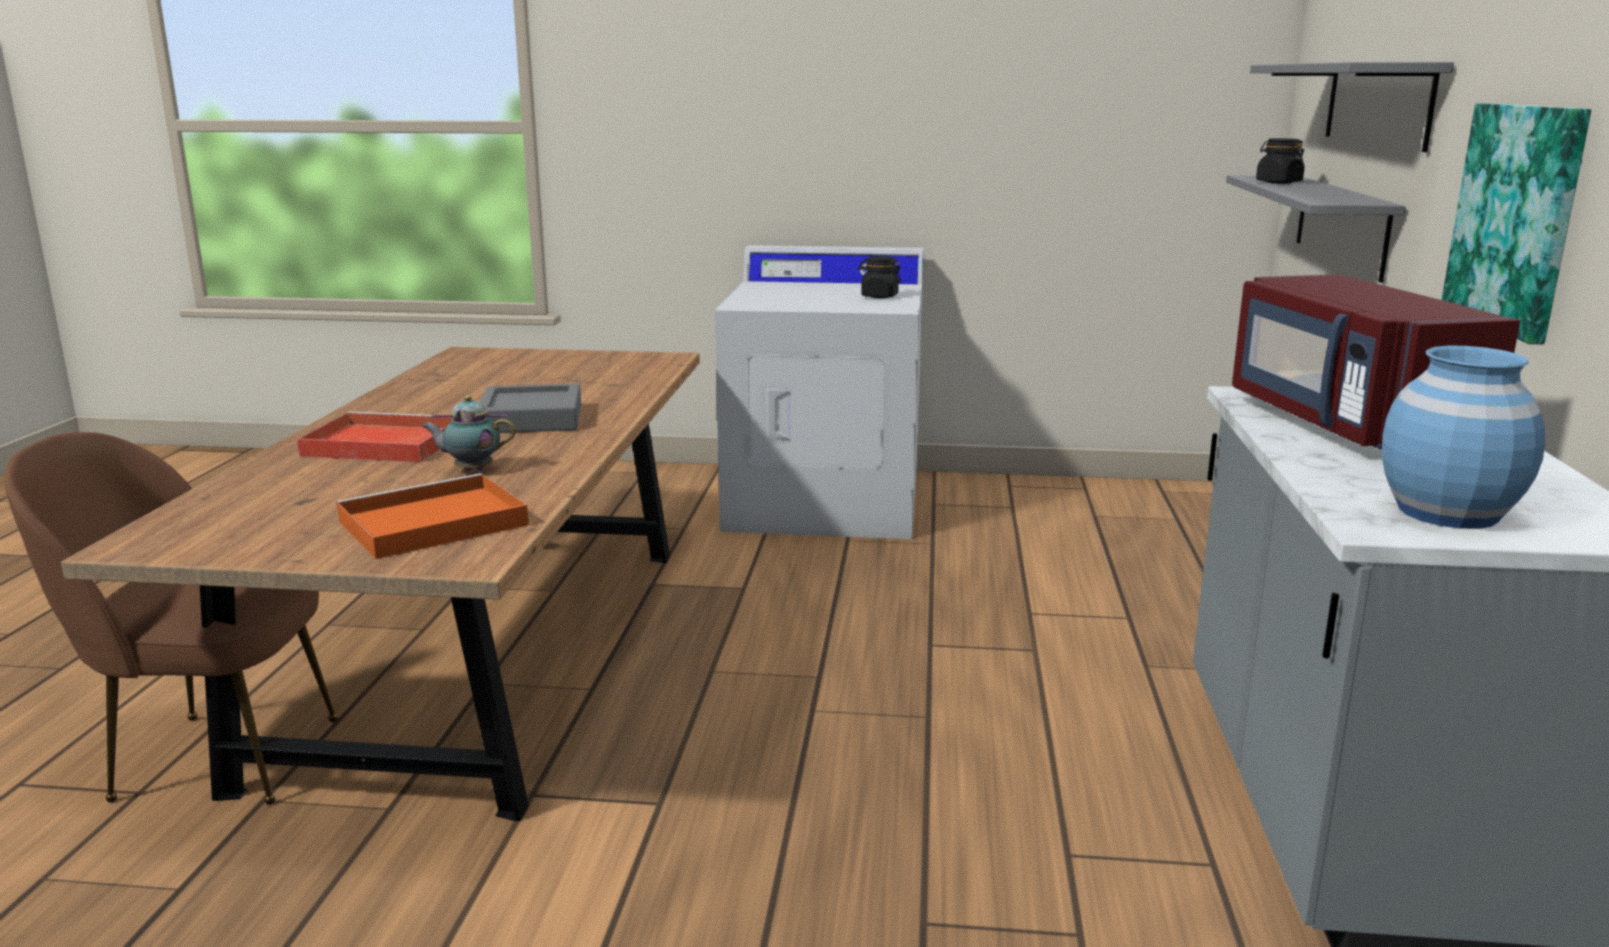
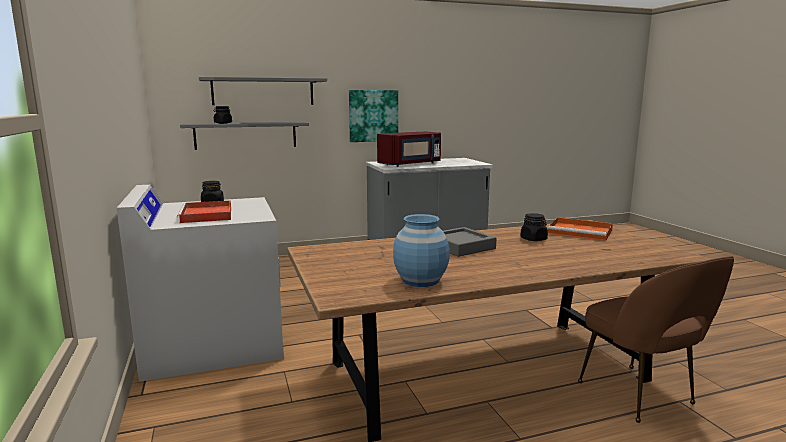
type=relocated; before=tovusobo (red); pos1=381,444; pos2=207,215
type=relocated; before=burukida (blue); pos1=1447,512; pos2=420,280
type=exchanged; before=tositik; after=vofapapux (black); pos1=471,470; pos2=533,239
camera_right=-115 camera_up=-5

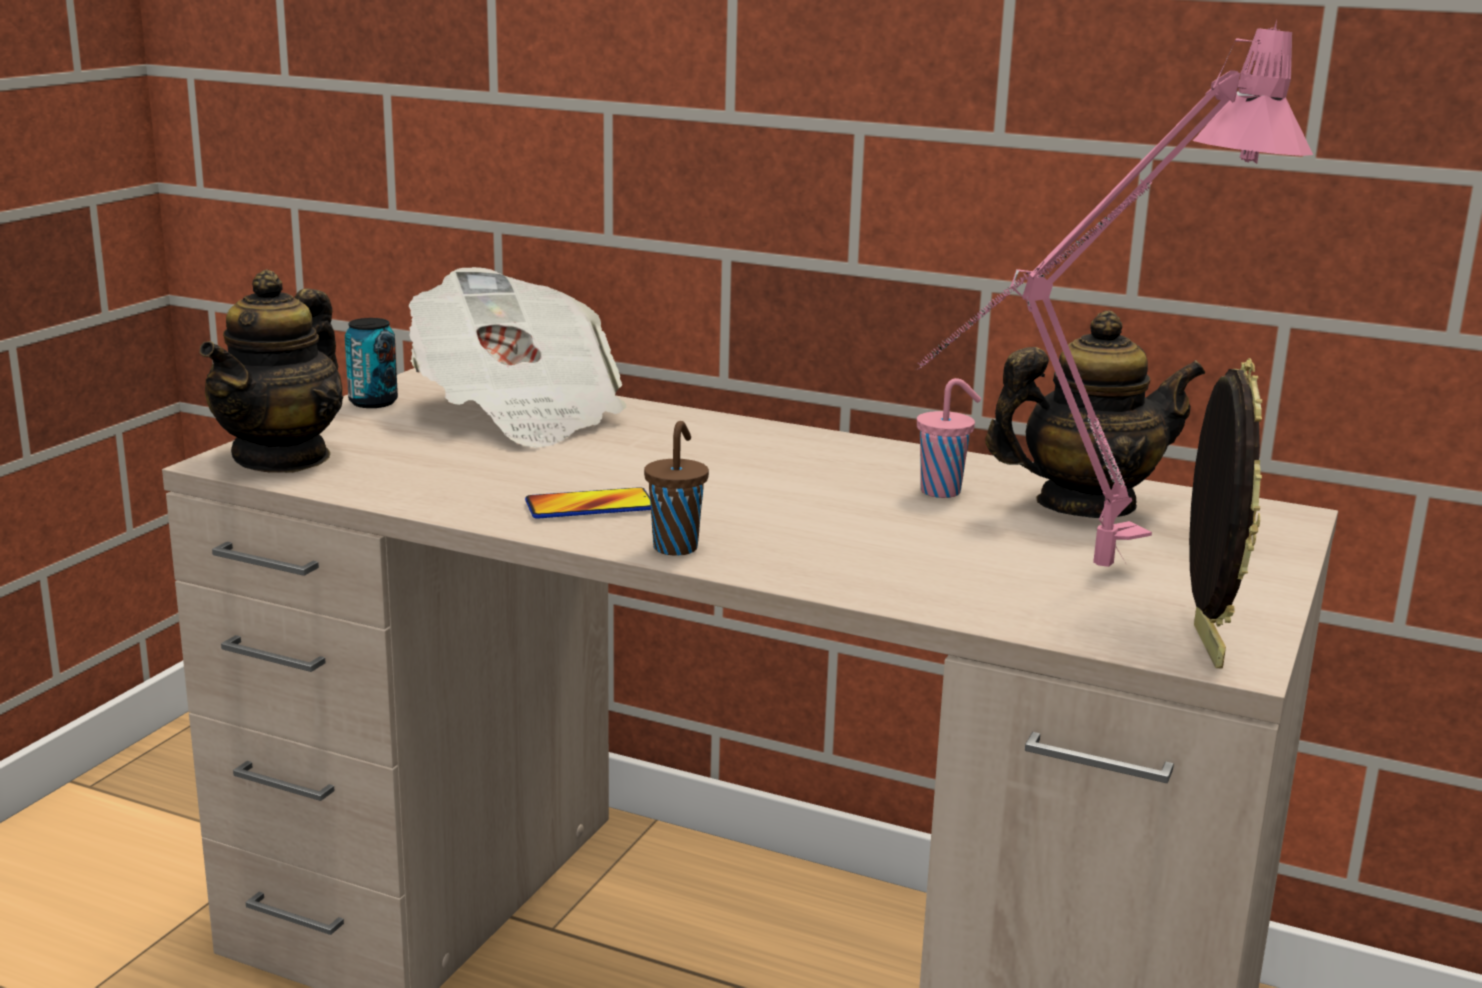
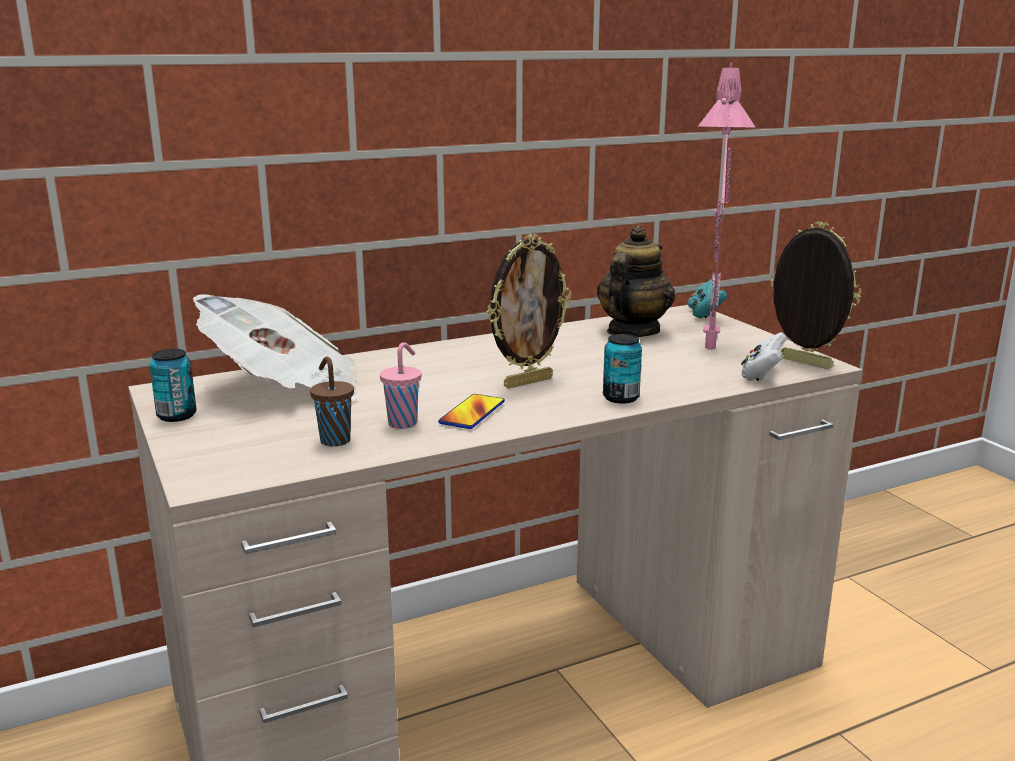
type=relocated; before=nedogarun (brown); pos1=676,547; pos2=334,440
type=relocated; before=nedogarun (pink); pos1=943,492; pos2=403,423
type=appeared; after=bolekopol; pos2=527,382
type=appeared; after=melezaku; pos2=621,398
type=appeared; after=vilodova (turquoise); pos2=705,314
type=appeared; after=vilodova (white); pos2=761,375
type=missing; before=tositik; pos1=282,457
camera_right=-50 camera_up=0

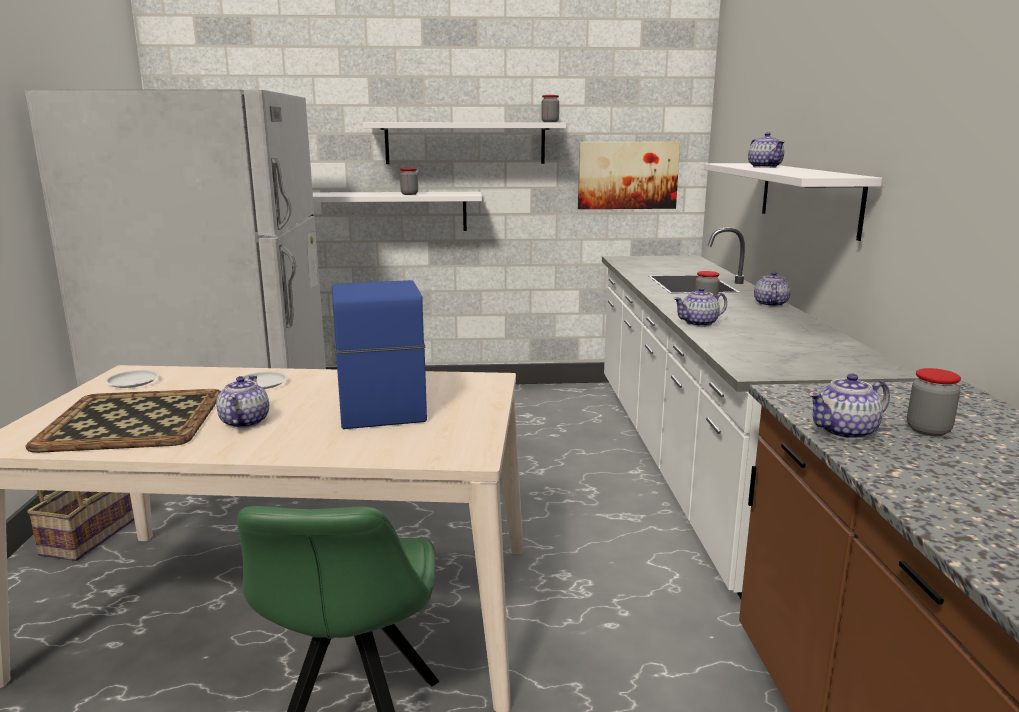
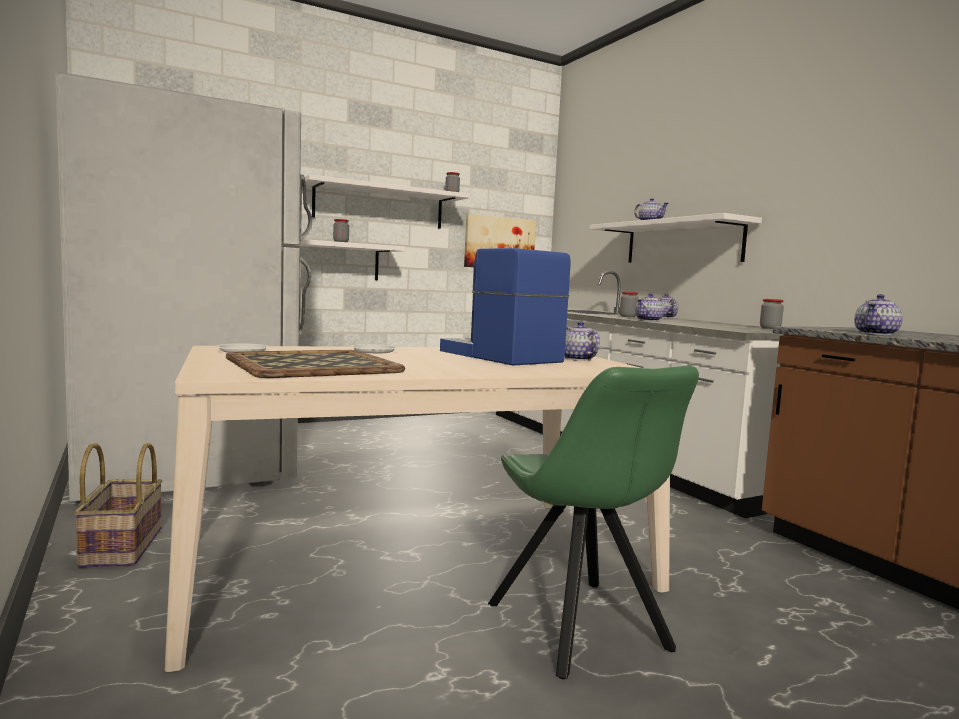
type=relocated; before=tositik; pos1=244,422; pos2=577,359
type=relocated; before=vofapapux; pos1=928,430; pos2=770,328
camera_right=-25 camera_up=-10

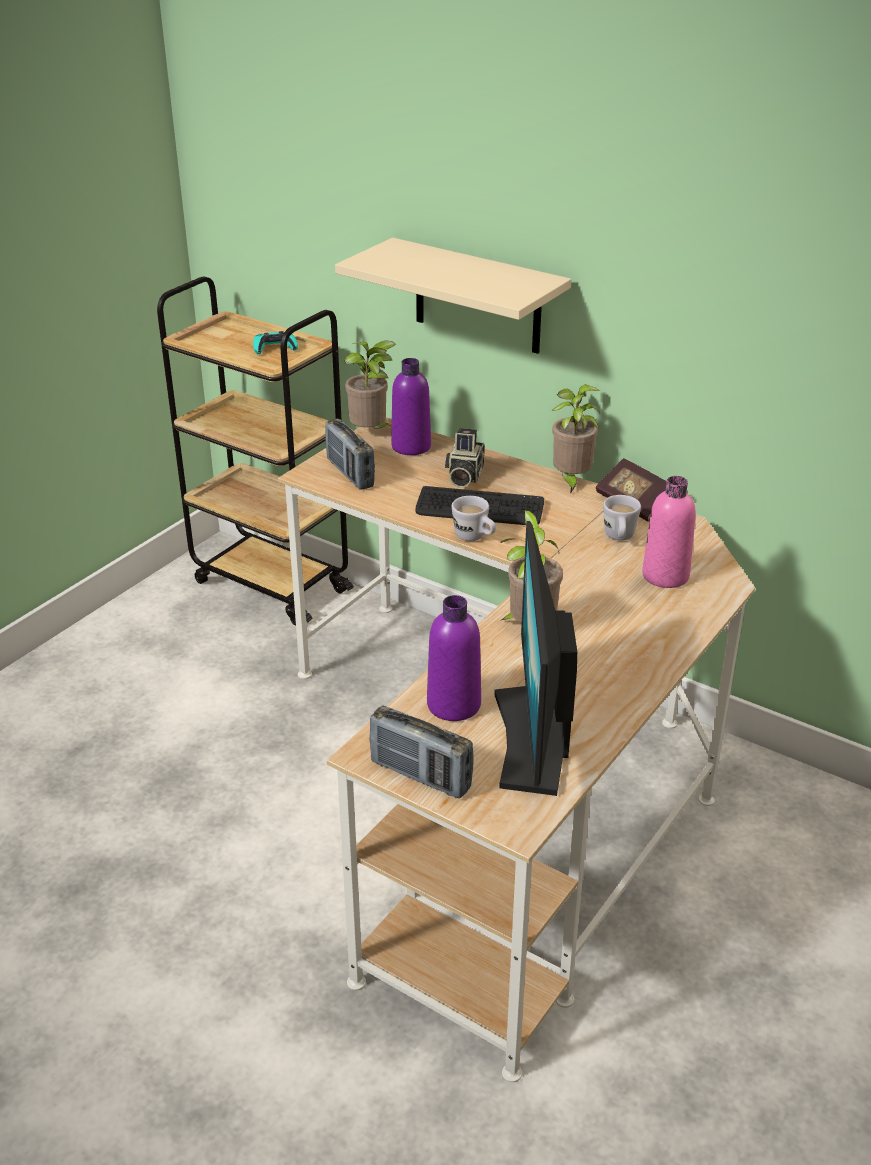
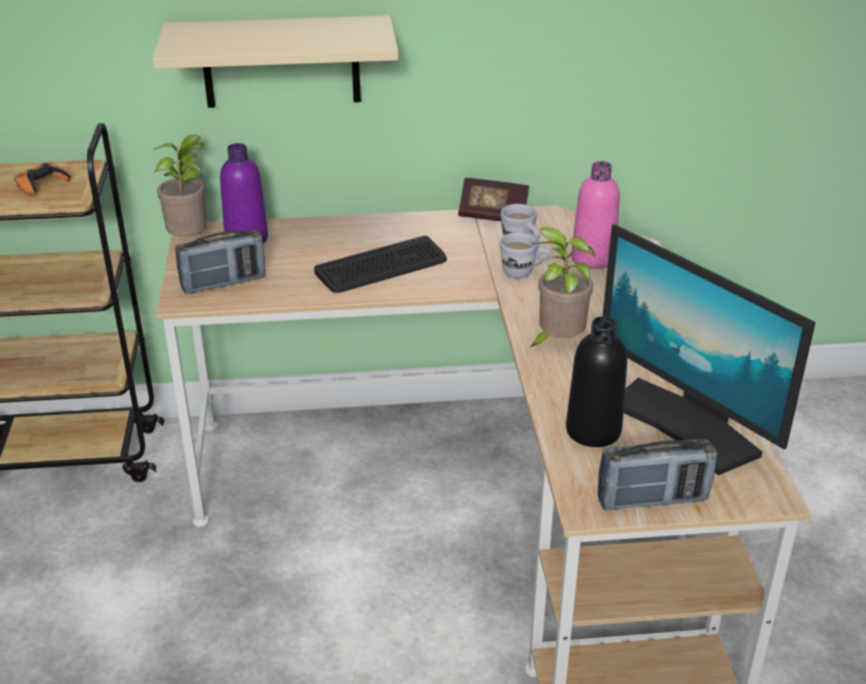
type=colour; before=vilodova (turquoise); after=vilodova (orange); pos1=275,348; pos2=42,184
type=spun; before=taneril; pos1=350,473; pos2=223,283; turn=-45
type=relocated; before=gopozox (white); pos1=475,538; pos2=524,273
type=colour; before=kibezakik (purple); after=kibezakik (black); pos1=453,705; pos2=593,431
type=missing; before=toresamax; pos1=463,477
type=missing; before=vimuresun; pos1=570,481
camera_right=-40 camera_up=0

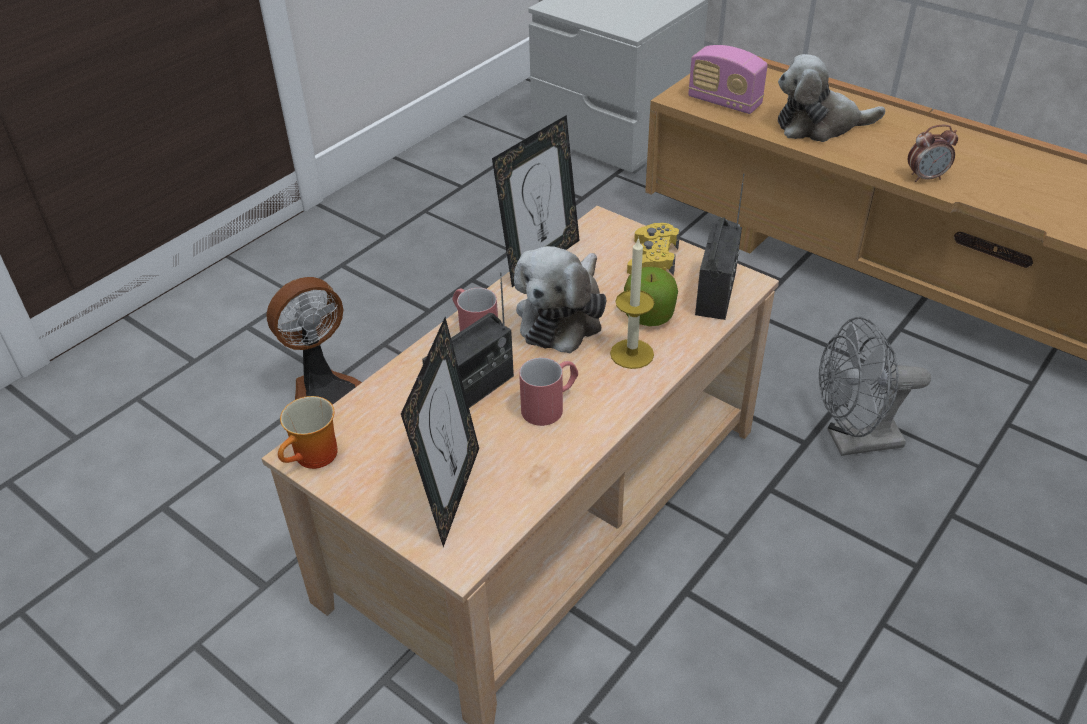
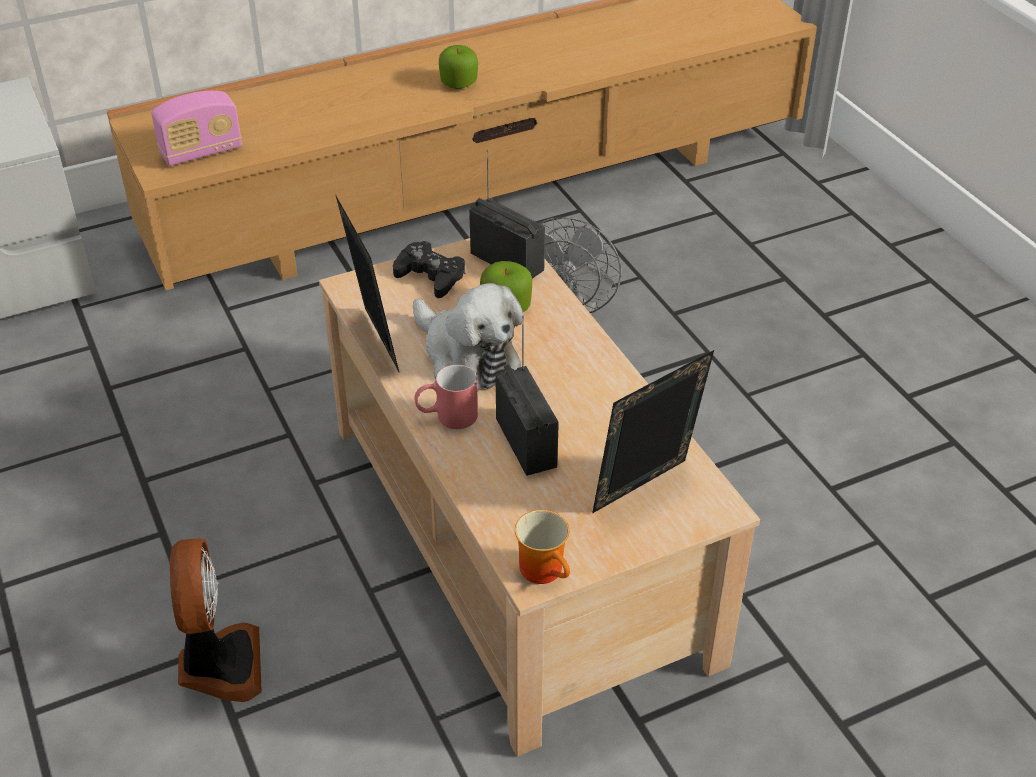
type=colour; before=vilodova (yellow); after=vilodova (black); pos1=653,258; pos2=430,276
type=appeared; after=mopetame; pos2=459,83
type=spun; before=bolekopol; pos1=451,493; pos2=646,492; turn=-75
type=missing; before=gopozox (red); pos1=550,406
type=missing; before=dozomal; pos1=632,354
type=missing; before=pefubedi; pos1=819,125
type=missing; before=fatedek; pos1=925,177
camera_right=-65 camera_up=0

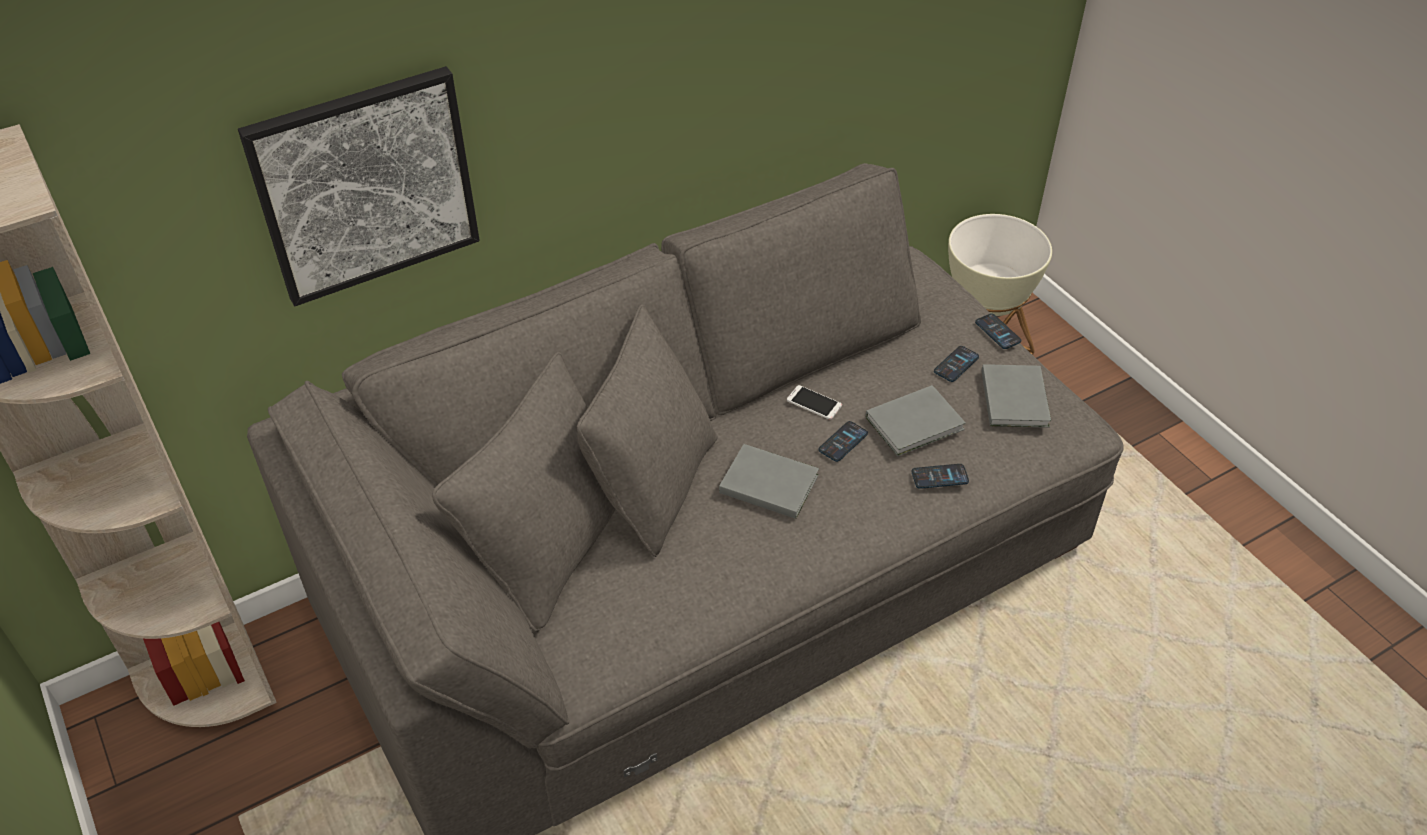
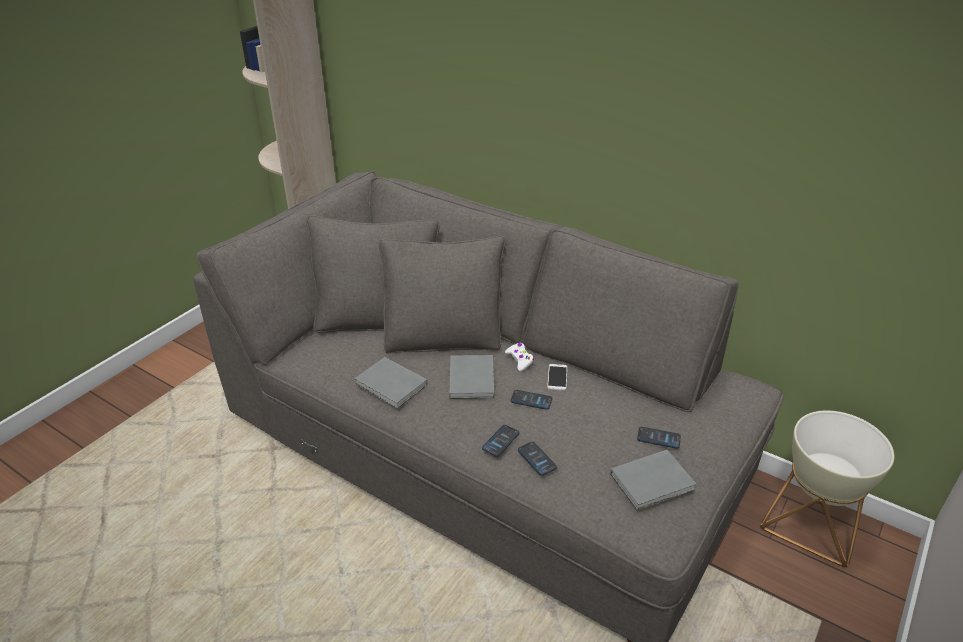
type=relocated; before=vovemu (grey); pos1=917,423; pos2=391,385
type=relocated; before=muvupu; pos1=997,332; pos2=500,441
type=appeared; after=vilodova (white); pos2=520,360
type=missing; before=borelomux; pos1=365,185
camera_right=65 camera_up=-10

